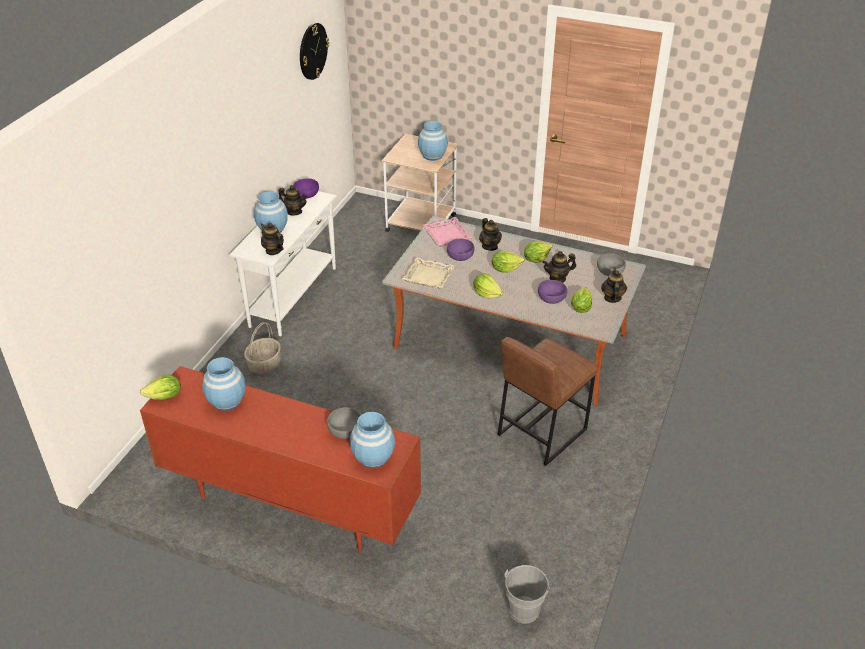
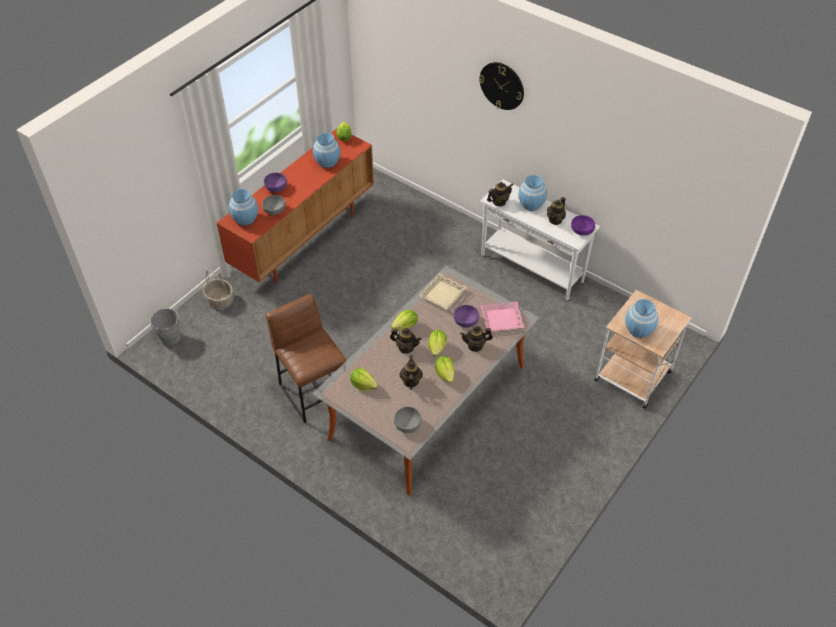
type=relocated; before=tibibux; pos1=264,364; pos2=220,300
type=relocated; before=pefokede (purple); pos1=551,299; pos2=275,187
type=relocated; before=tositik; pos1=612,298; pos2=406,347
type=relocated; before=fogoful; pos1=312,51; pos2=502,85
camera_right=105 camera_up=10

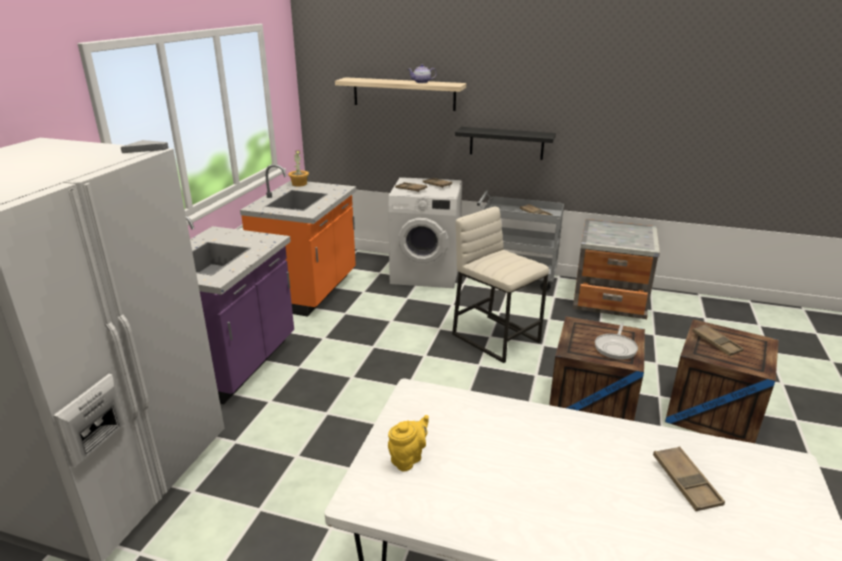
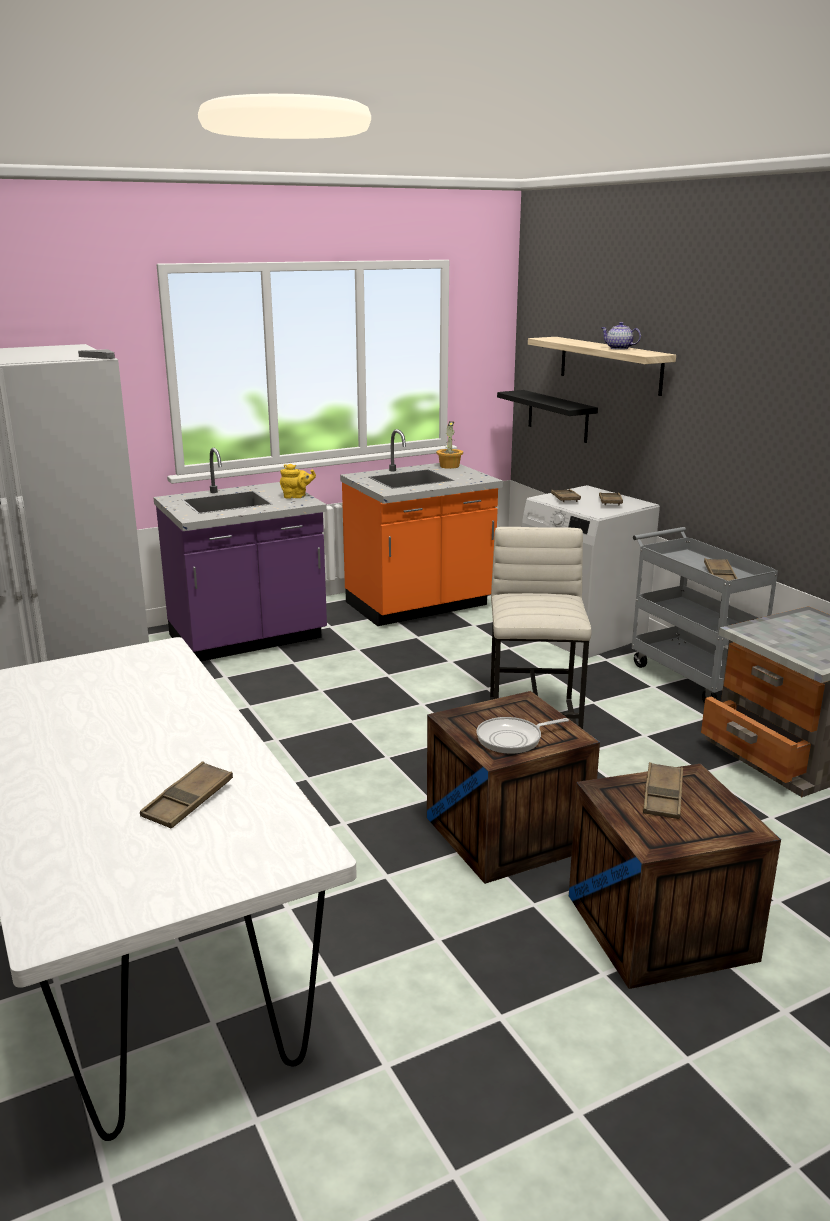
type=relocated; before=tositik (yellow); pos1=408,458; pos2=296,497
type=relocated; before=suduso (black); pos1=506,143; pos2=558,416
camera_right=45 camera_up=-5

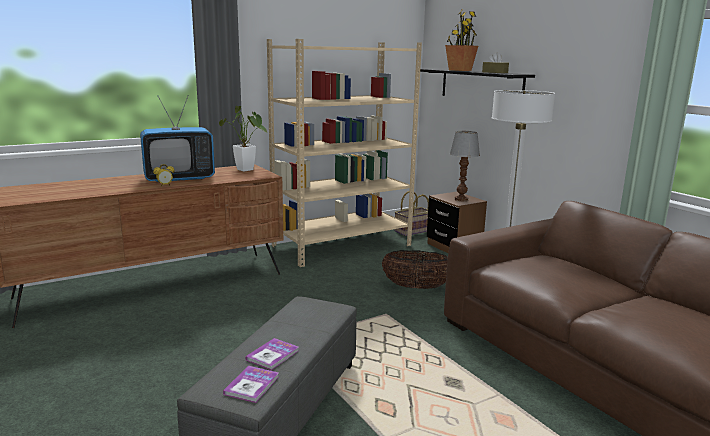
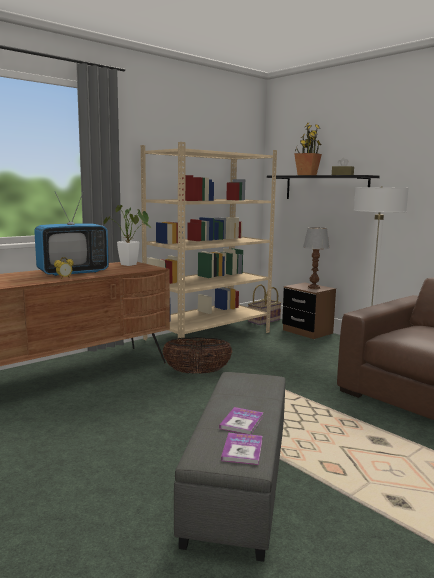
type=relocated; before=tibibux; pos1=416,287; pos2=197,373
camera_right=-10 camera_up=-5

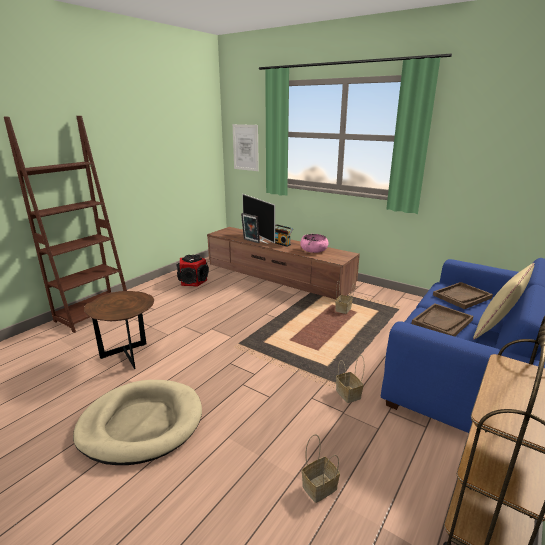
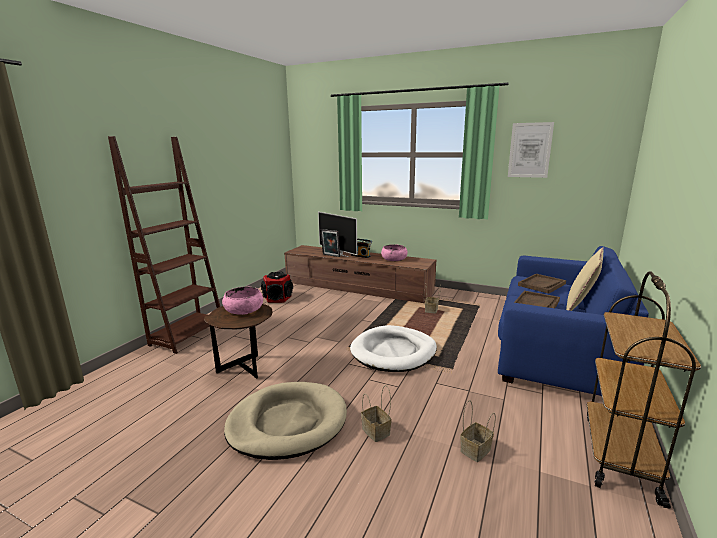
type=appeared; after=pefokede (pink); pos2=244,309
type=appeared; after=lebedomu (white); pos2=393,352
type=relocated; before=tibibux; pos1=349,394; pos2=377,432
type=relocated; before=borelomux; pos1=245,147; pos2=530,150
camera_right=-10 camera_up=-5

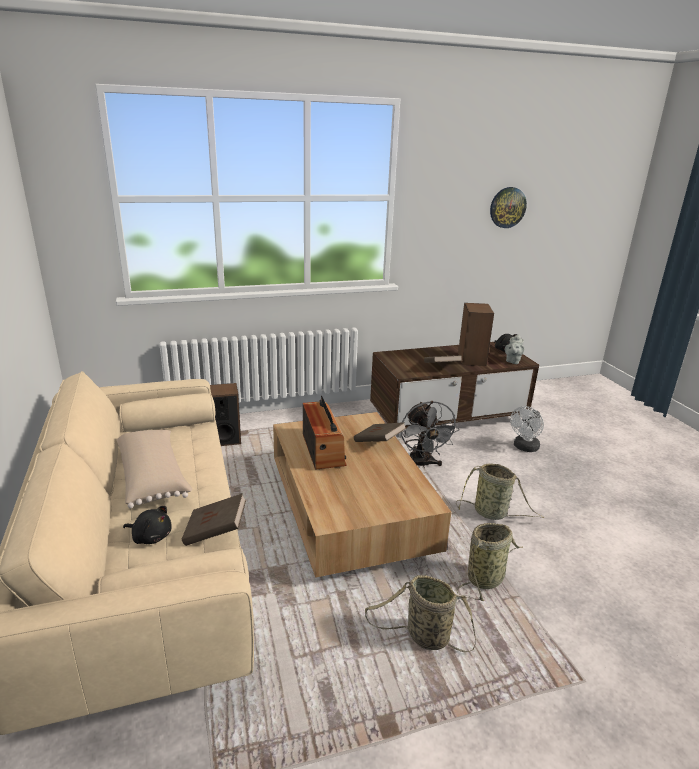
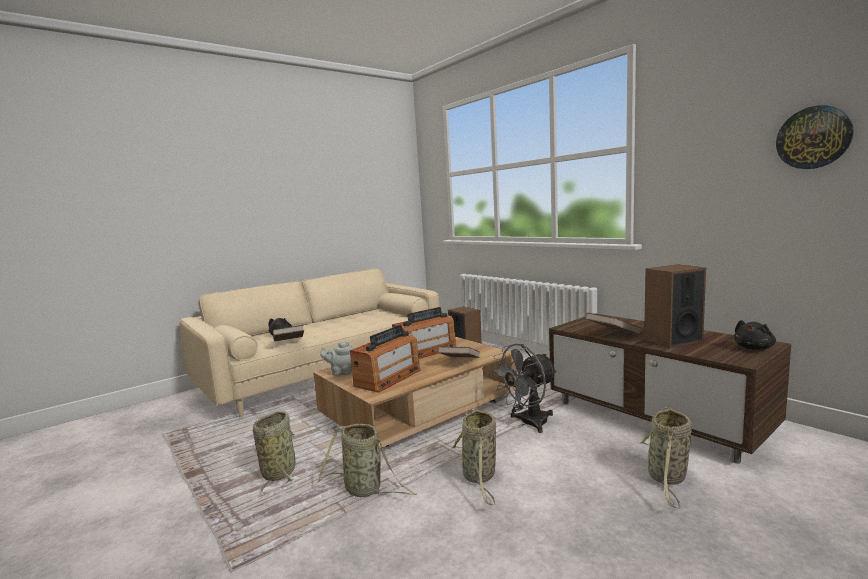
type=relocated; before=tositik (grey); pos1=512,361; pos2=341,373
type=appeared; after=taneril; pos2=388,378
type=exchanged; before=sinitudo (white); after=tibibux; pos1=524,448; pos2=667,479
type=missing; before=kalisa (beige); pos1=153,478
camera_right=70 camera_up=-15

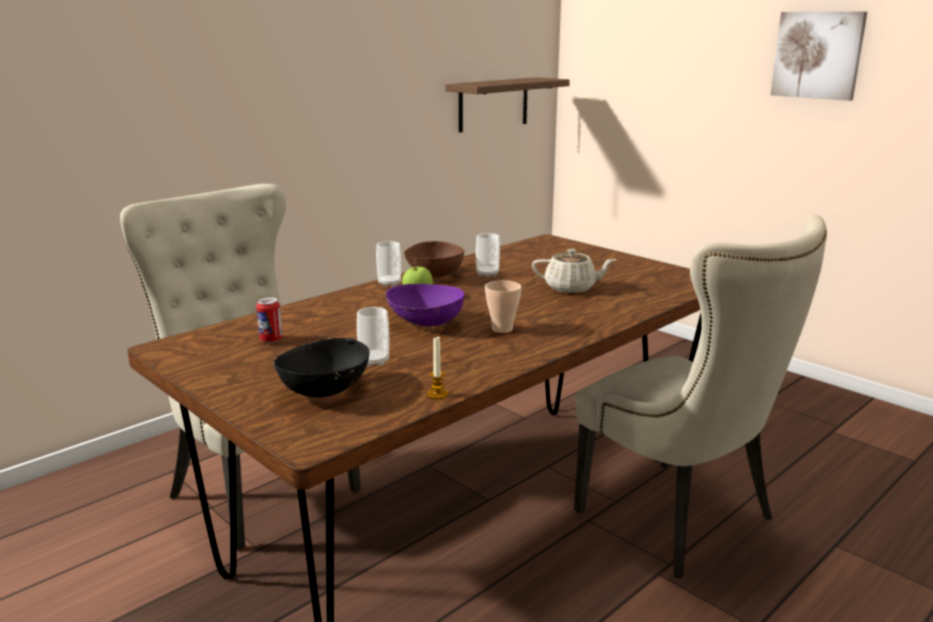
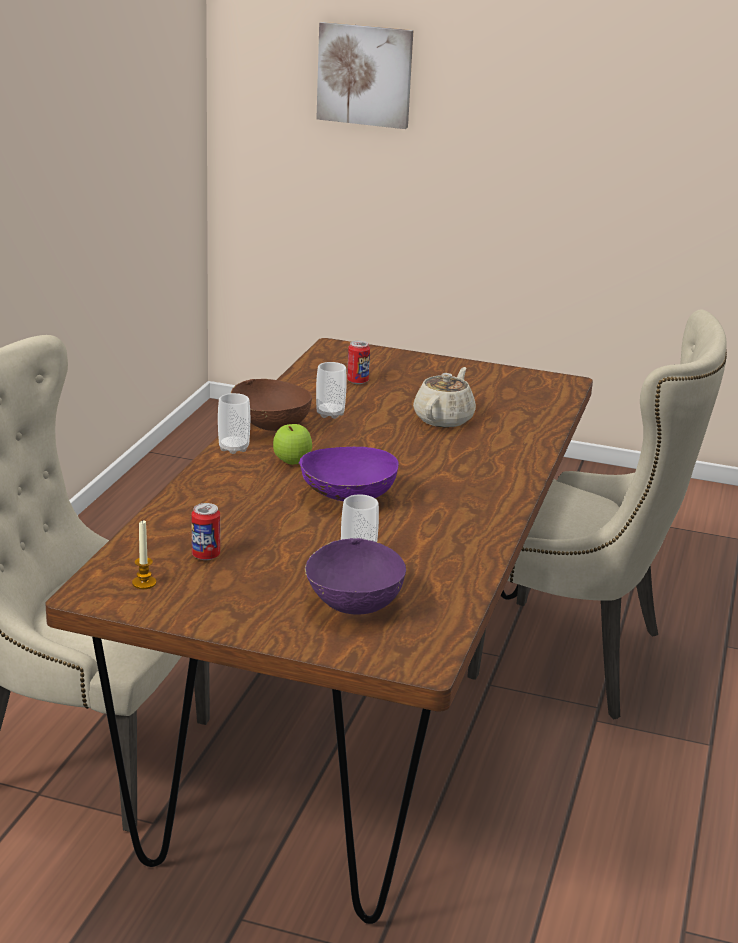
type=relocated; before=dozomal; pos1=437,394; pos2=144,583
type=colour; before=pefokede (black); after=pefokede (purple); pos1=324,389; pos2=353,602
type=relocated; before=borelomux; pos1=818,55; pos2=365,75
type=appeared; after=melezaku; pos2=357,381
type=spun; before=tositik (beige); pos1=571,288; pos2=444,419; turn=-45
type=missing; before=suduso (brown); pos1=493,104
type=missing; before=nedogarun; pos1=502,329
camera_right=-30 camera_up=5

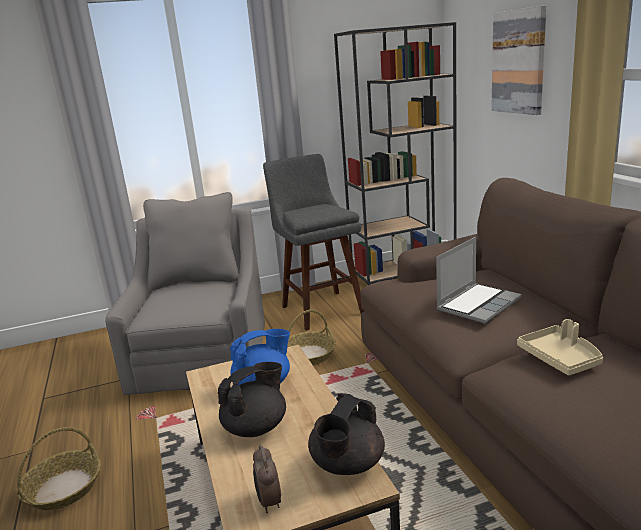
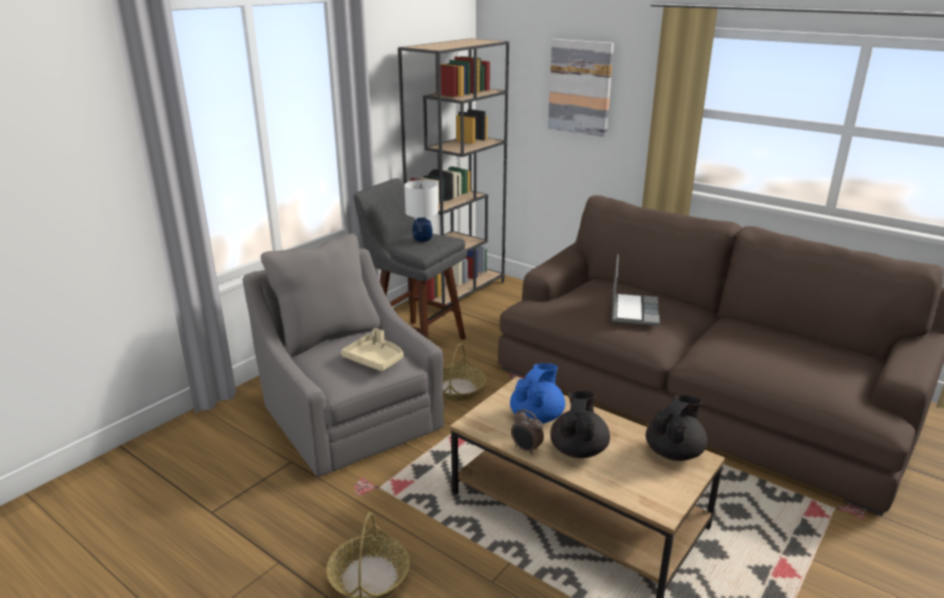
type=relocated; before=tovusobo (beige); pos1=560,358; pos2=374,359
type=appeared; after=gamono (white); pos2=423,240
type=relocated; before=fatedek; pos1=269,502; pos2=526,449
type=spun; before=tositik (black); pos1=347,465; pos2=674,452; turn=-135
camera_right=-35 camera_up=5

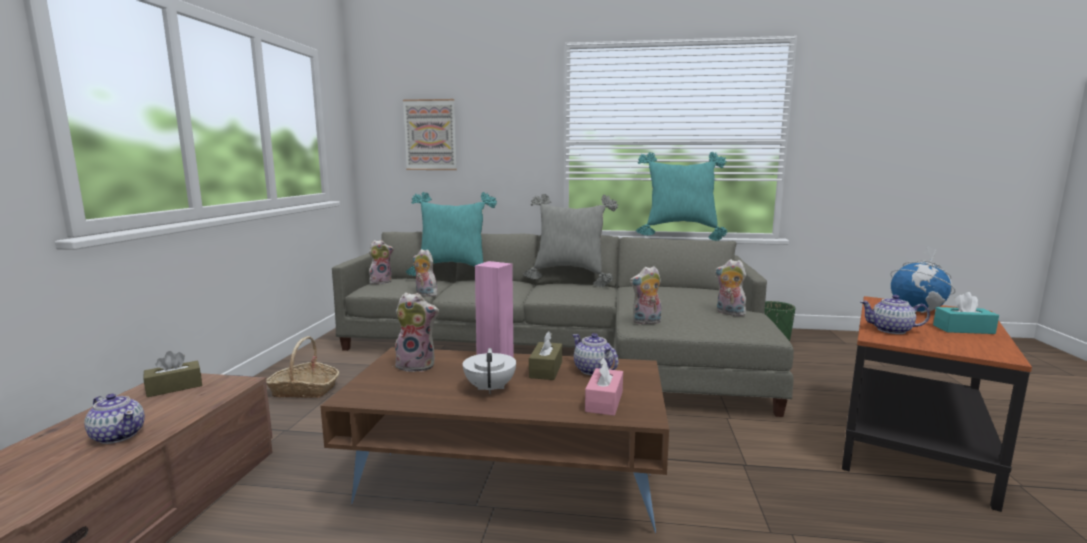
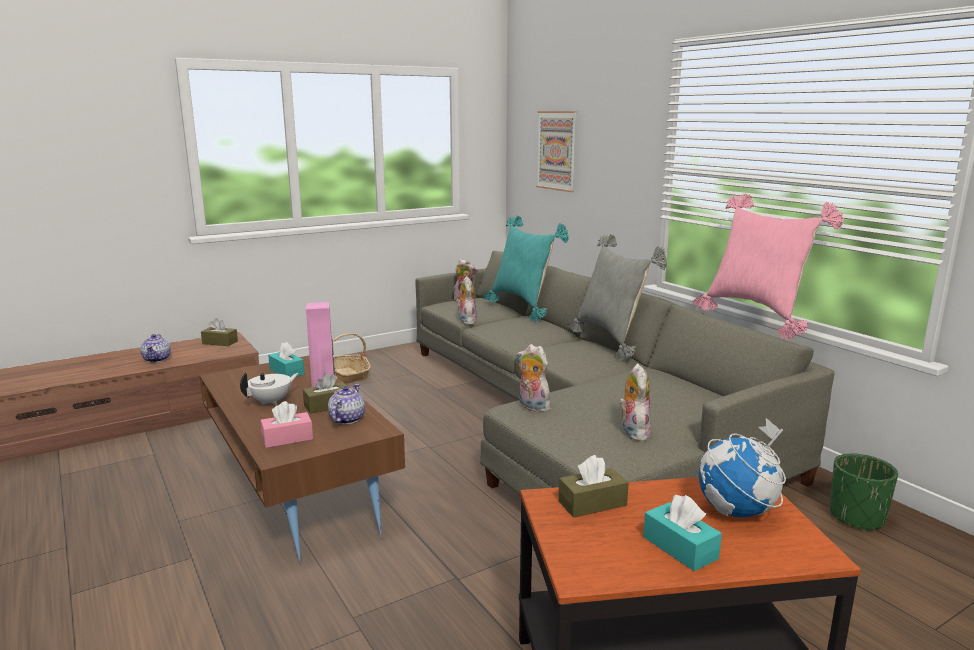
type=exchanged; before=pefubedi; after=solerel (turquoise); pos1=417,365; pos2=287,372
type=exchanged; before=tositik; after=solerel (brown); pos1=891,330; pos2=592,503
type=colour; before=kalisa (turquoise); after=kalisa (pink); pos1=679,238; pos2=757,323
camera_right=50 camera_up=5

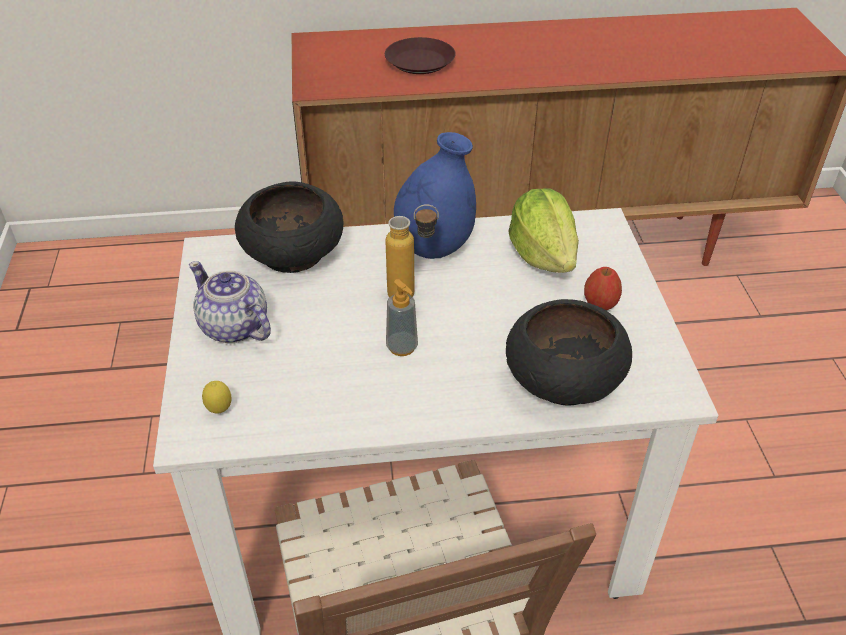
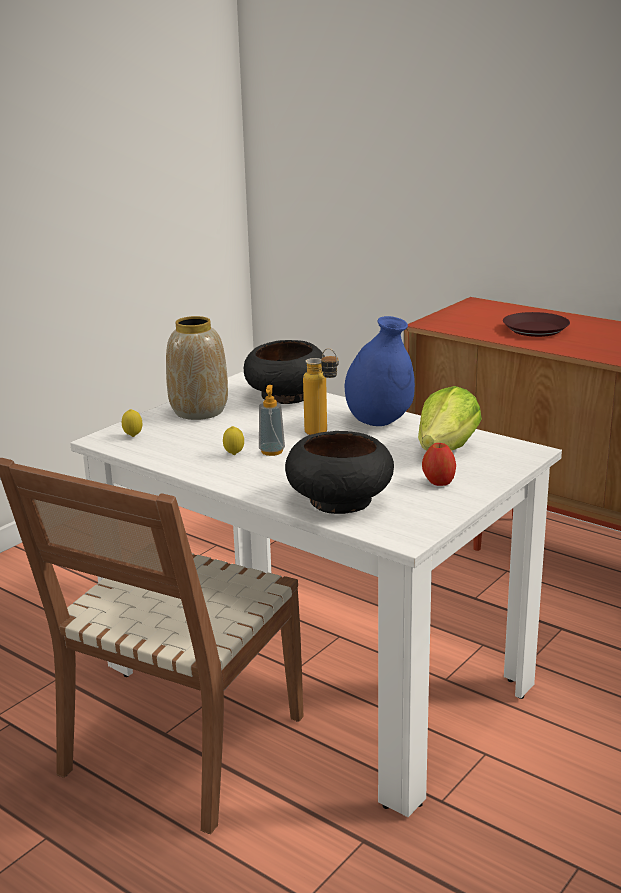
type=exchanged; before=tositik; after=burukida; pos1=234,328; pos2=198,412
type=appeared; after=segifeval; pos2=234,455
camera_right=45 camera_up=-20

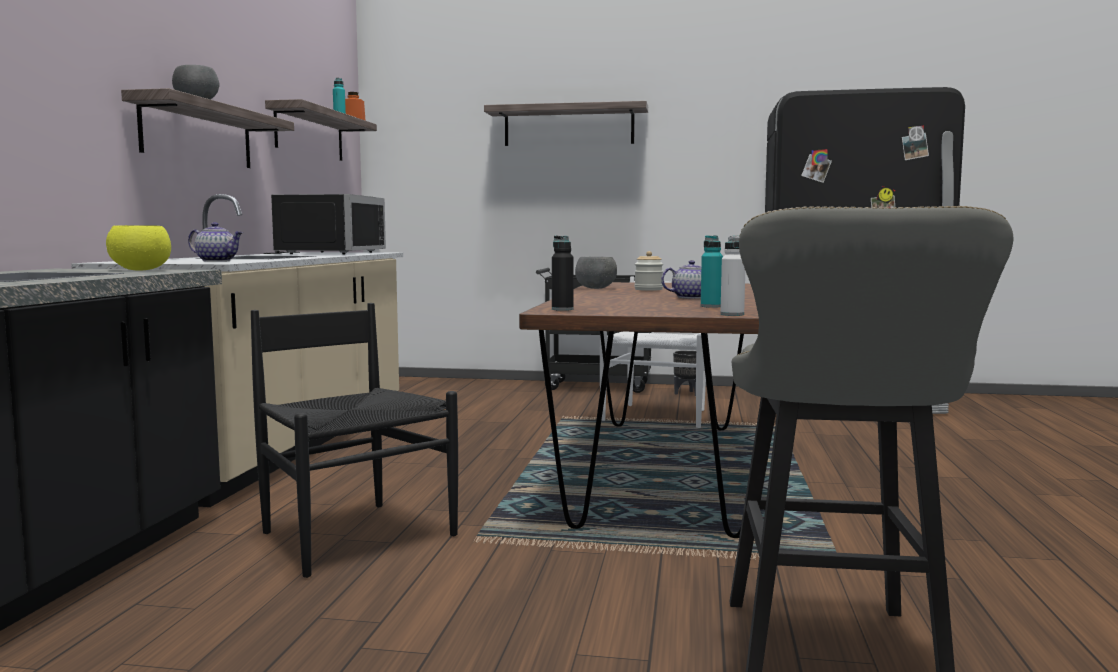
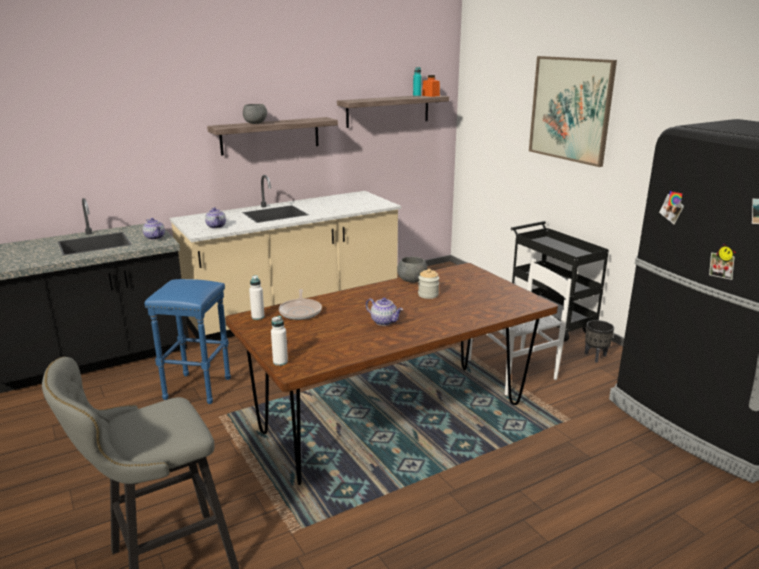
type=exchanged; before=pefokede (yellow); after=tositik; pos1=140,270; pos2=155,237
type=exchanged; before=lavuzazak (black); after=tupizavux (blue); pos1=352,536; pos2=199,387
type=colour; before=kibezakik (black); after=kibezakik (white); pos1=562,309; pos2=258,317
type=appeared; after=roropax; pos2=300,311
type=exchanged; before=suduso; after=borelomux; pos1=568,126; pos2=570,109
type=missing; before=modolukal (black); pos1=324,253
type=missing; before=kibezakik (turquoise); pos1=711,306
camera_right=50 camera_up=15

